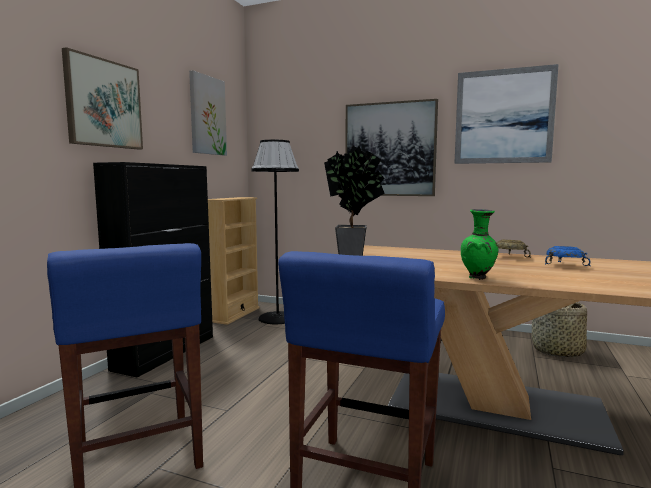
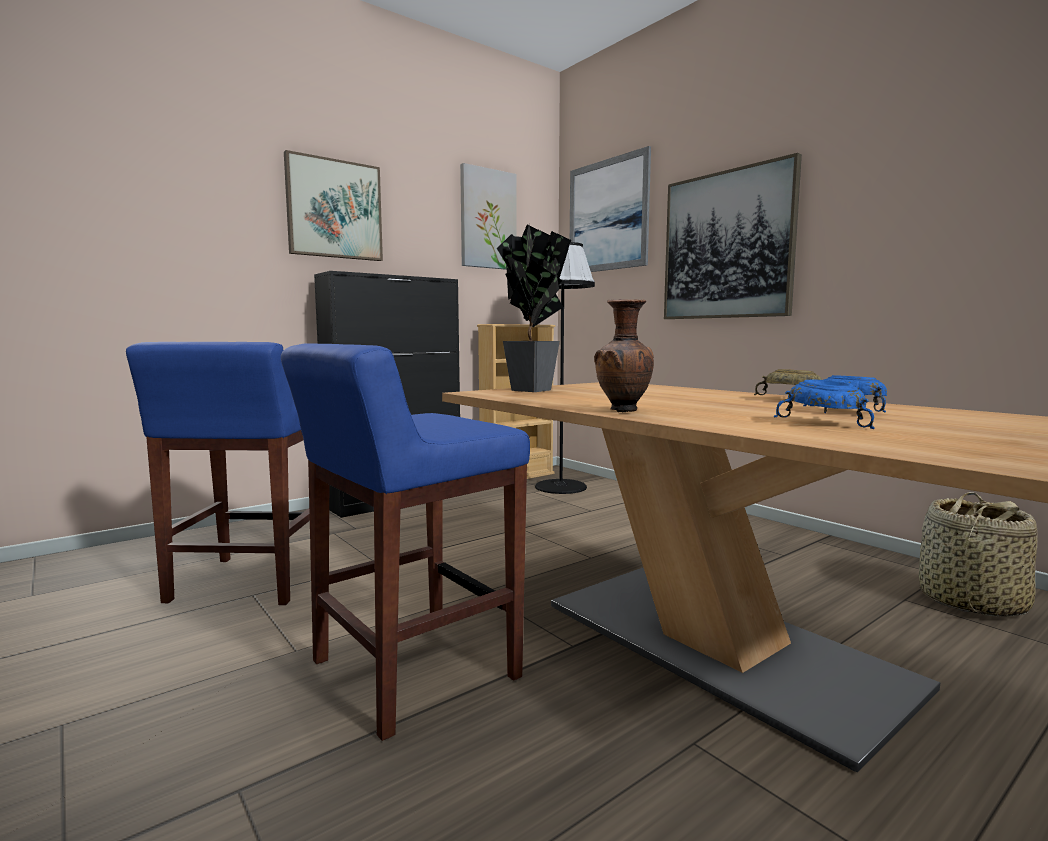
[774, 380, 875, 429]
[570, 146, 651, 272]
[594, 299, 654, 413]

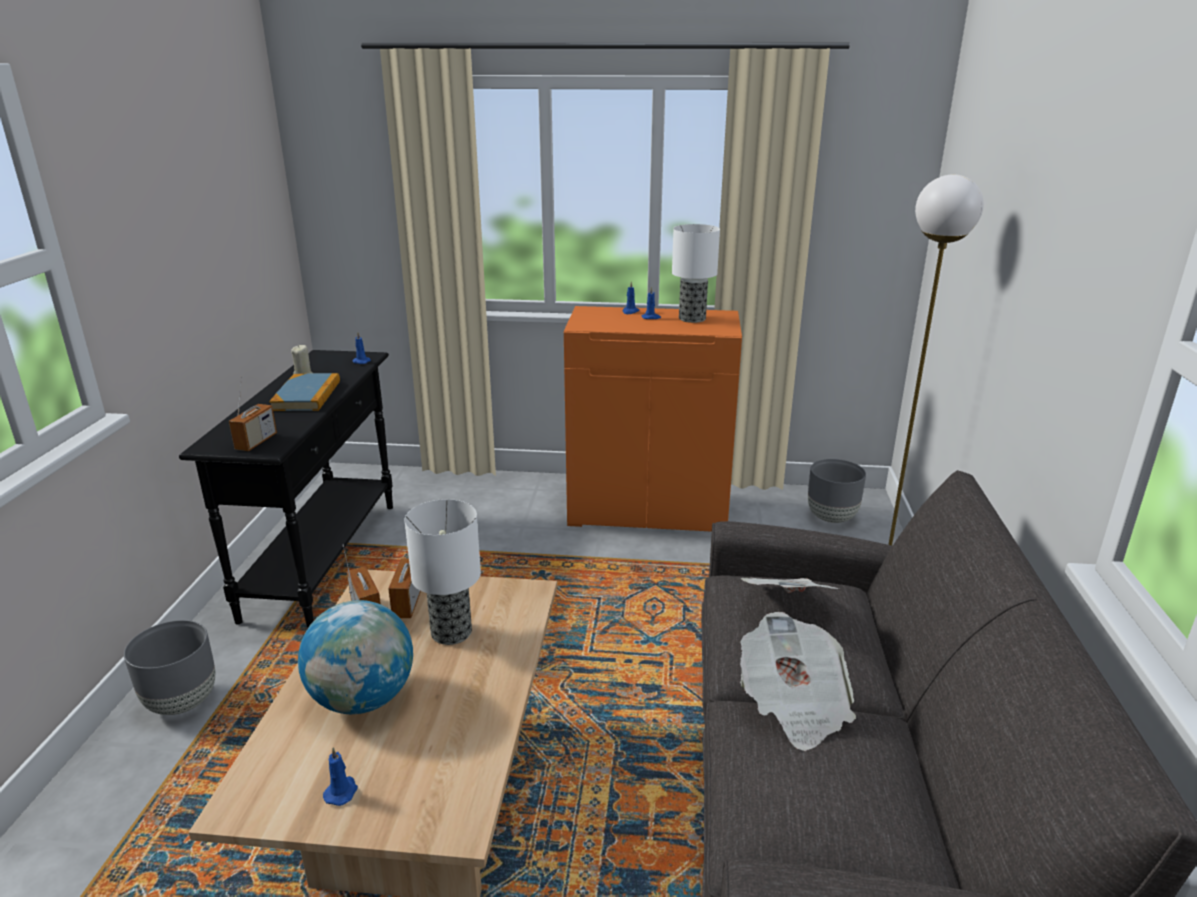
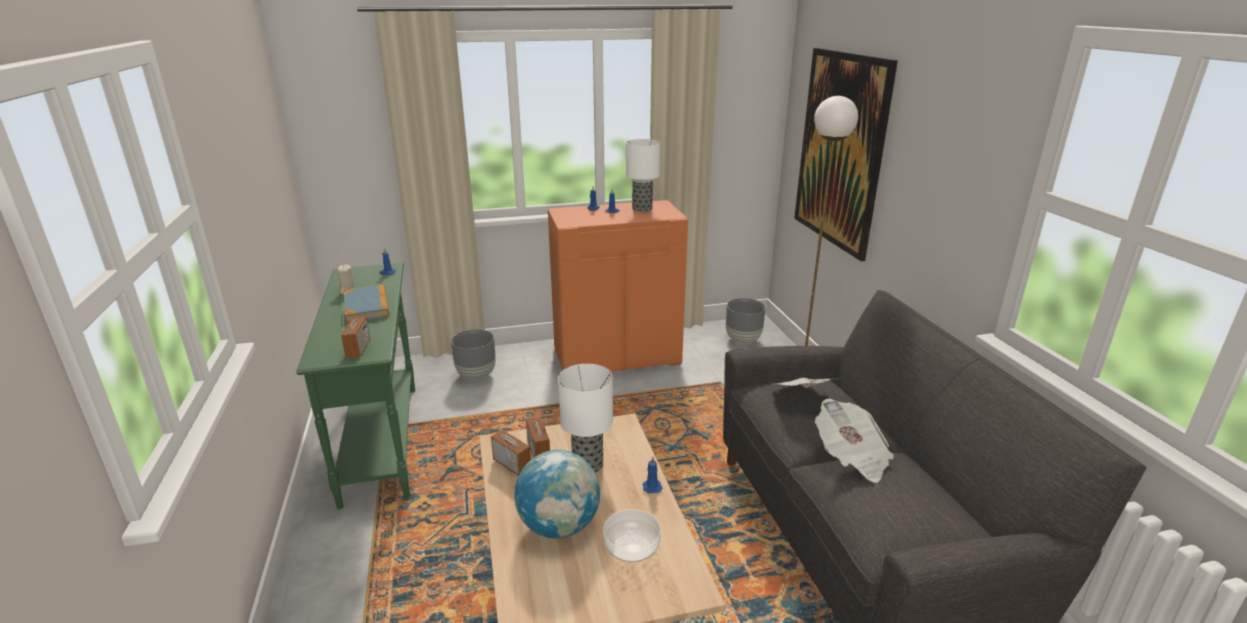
[603, 509, 661, 562]
[794, 48, 898, 261]
[451, 329, 496, 380]
[643, 457, 662, 494]
[296, 263, 415, 509]

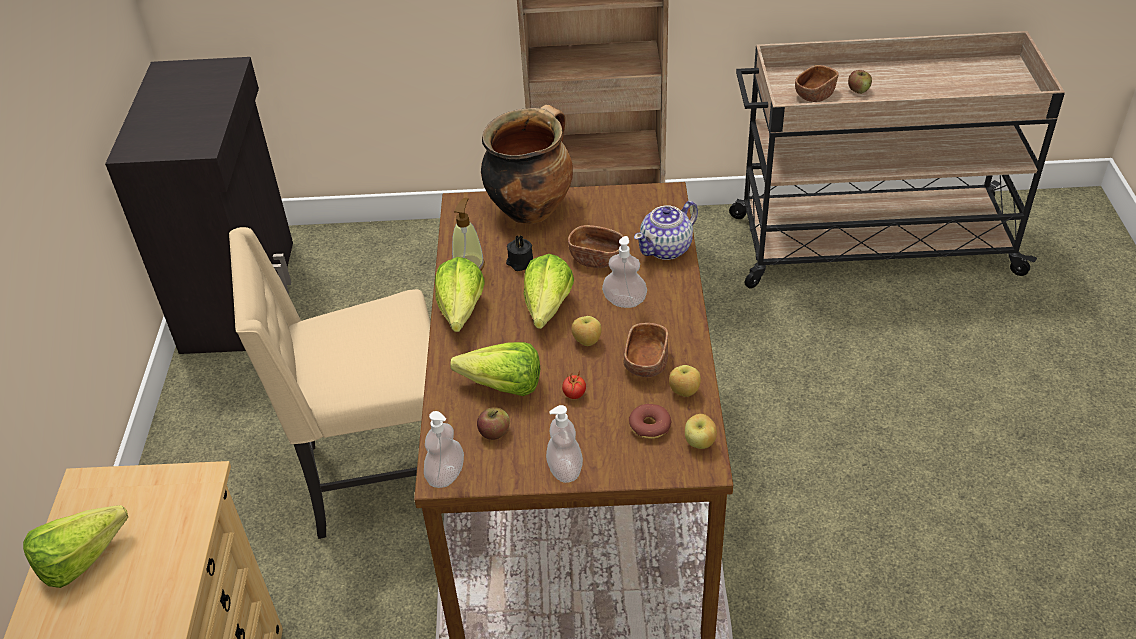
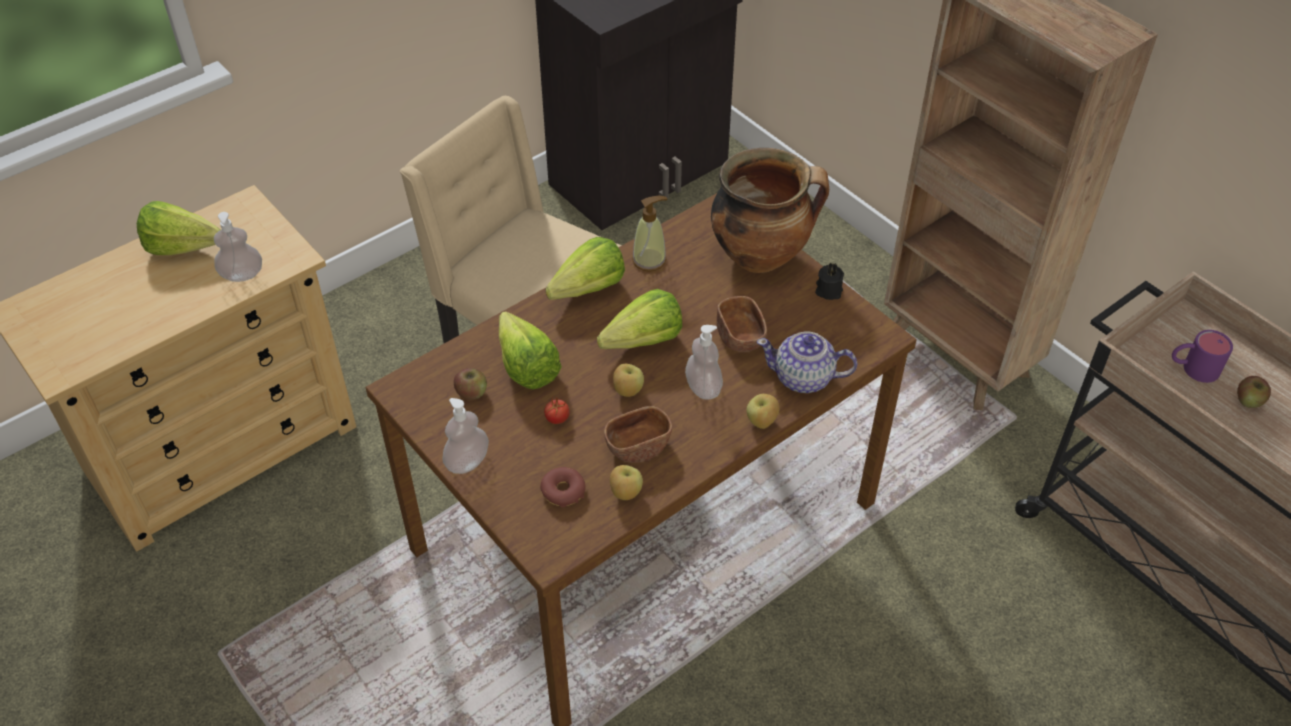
[214, 212, 262, 282]
[815, 263, 844, 300]
[747, 394, 780, 429]
[1172, 330, 1233, 383]

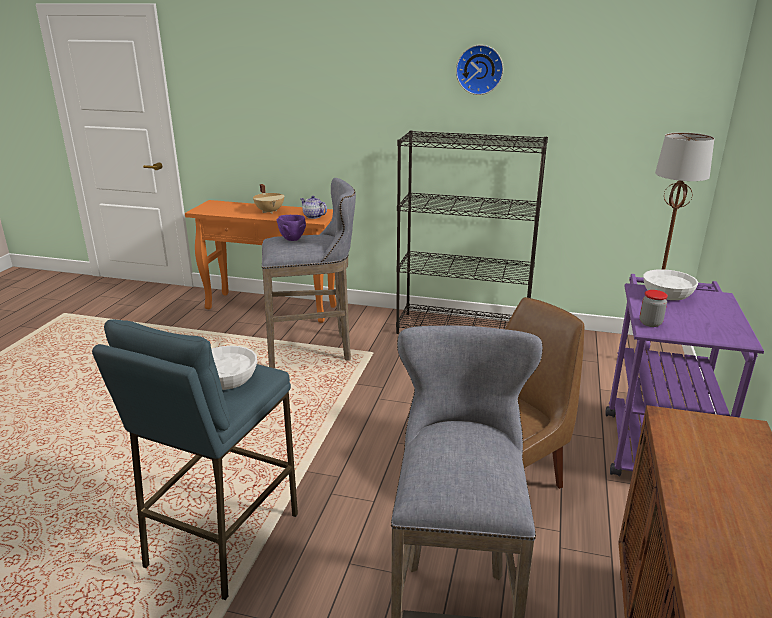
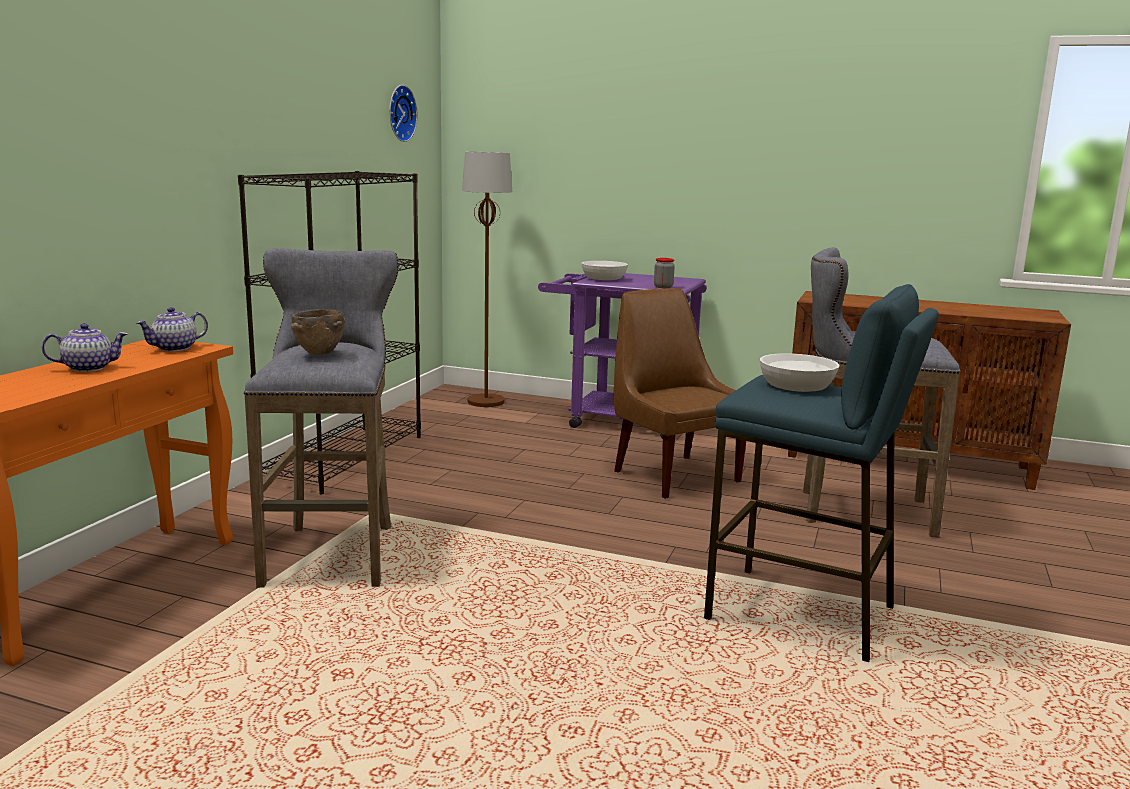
[389, 85, 418, 142]
[42, 323, 128, 372]
[291, 309, 345, 355]

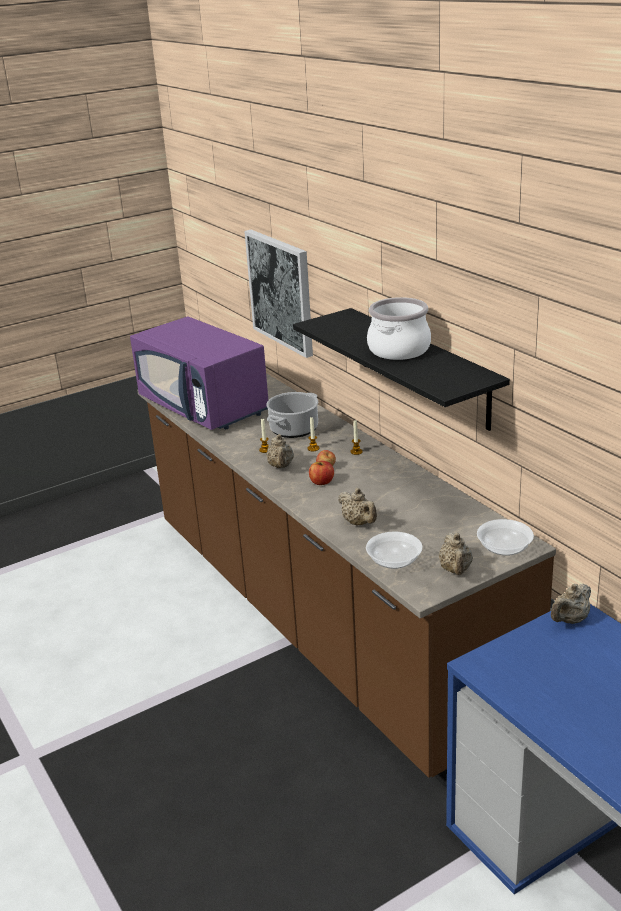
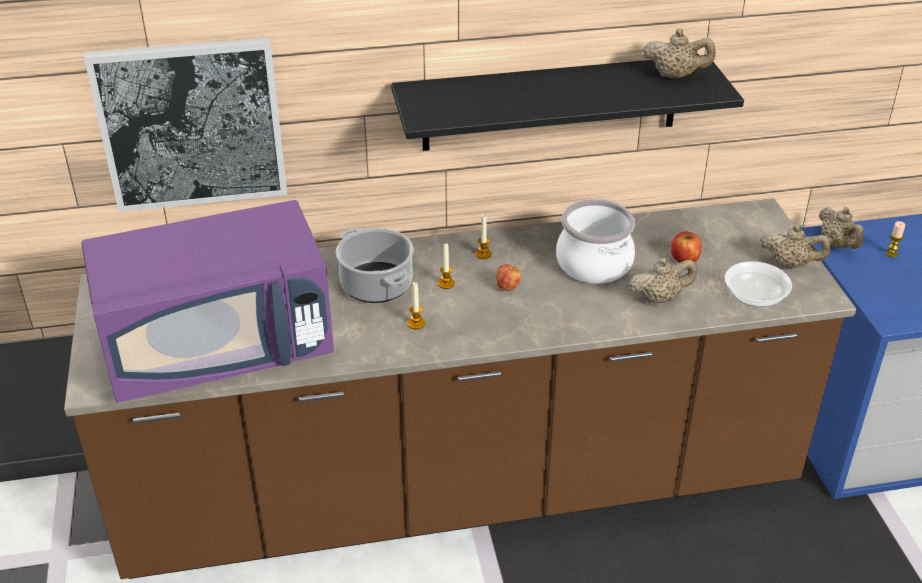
[477, 519, 534, 556] (first image)
[885, 221, 905, 257]
[642, 29, 716, 79]
[671, 231, 702, 263]
[556, 199, 635, 284]

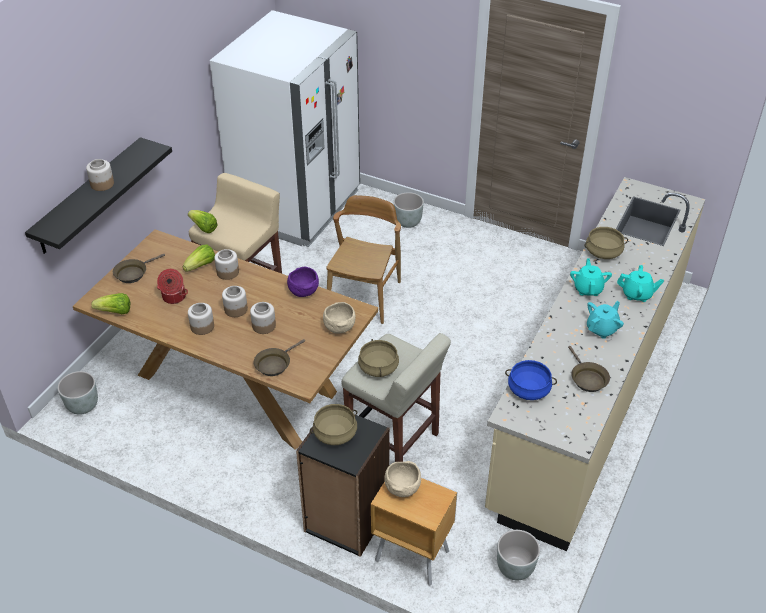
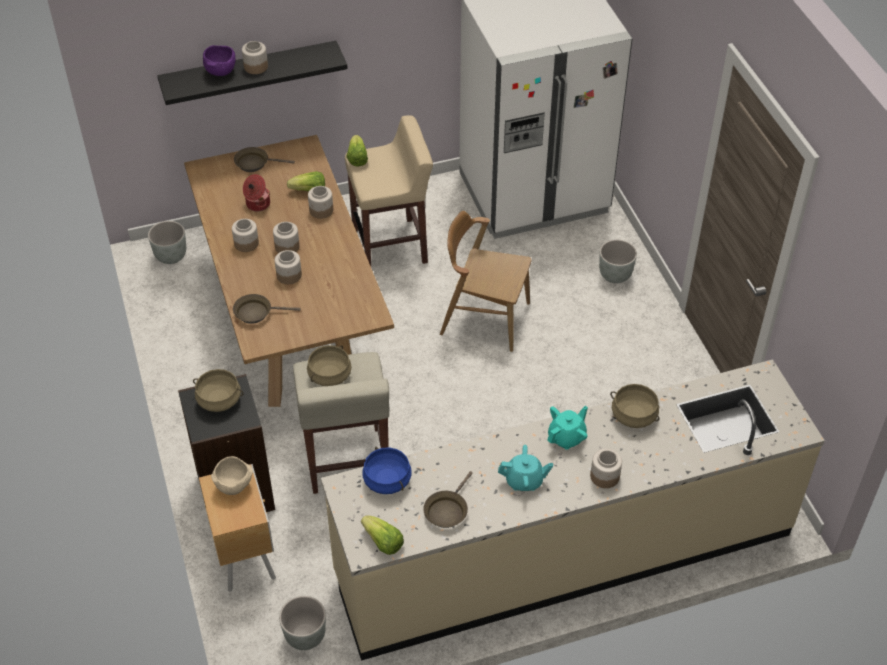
[323, 302, 356, 333] (first image)
[361, 515, 404, 555]
[203, 45, 236, 76]
[590, 449, 622, 488]
[440, 211, 532, 352]

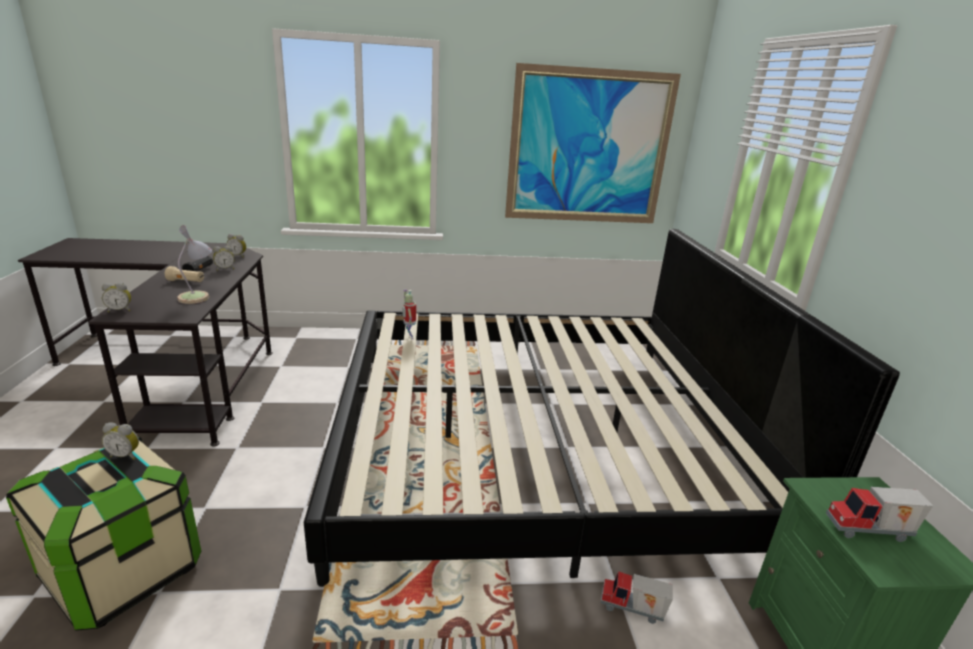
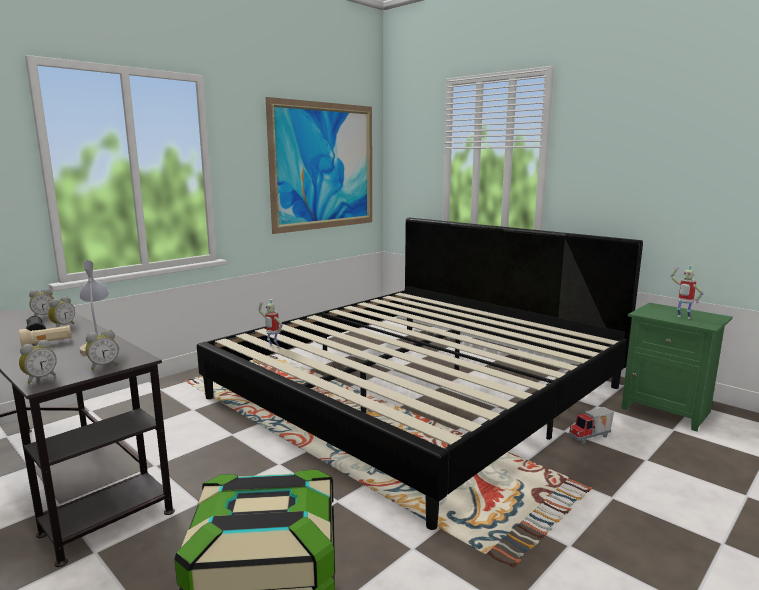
[85, 330, 119, 370]
[671, 265, 703, 319]

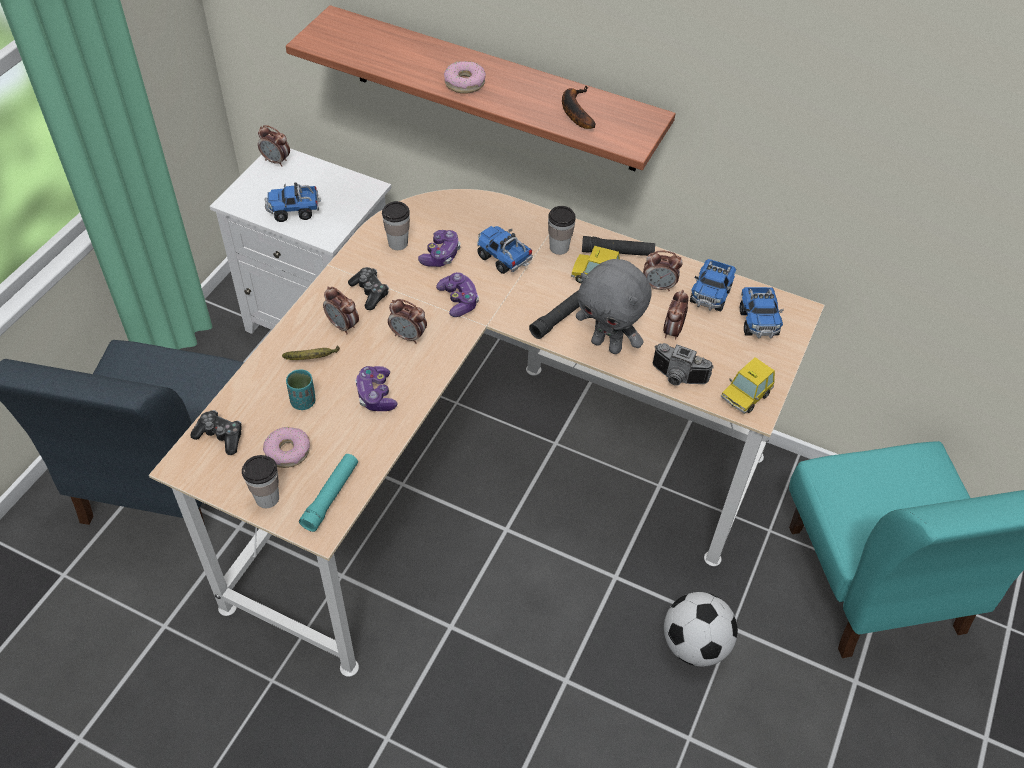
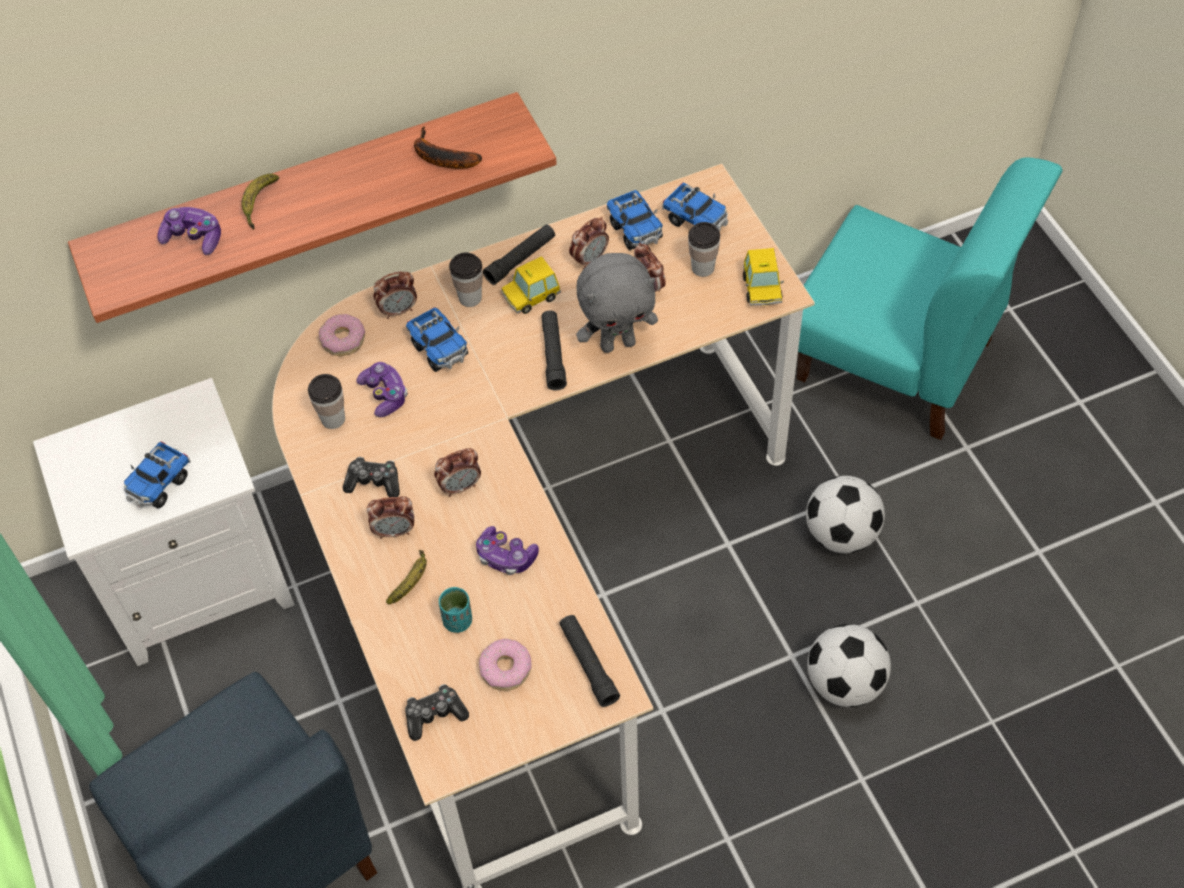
[653, 343, 714, 386] (first image)
[241, 174, 280, 230]
[807, 624, 891, 707]
[688, 222, 720, 277]
[374, 271, 417, 319]
[157, 207, 221, 255]
[319, 314, 365, 356]
[559, 615, 620, 707]
[406, 307, 468, 372]

